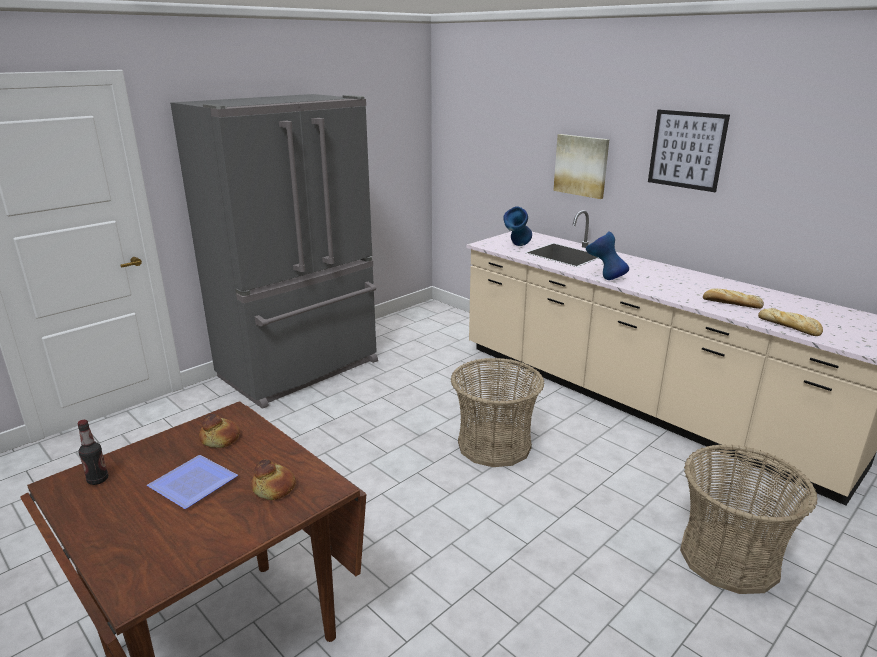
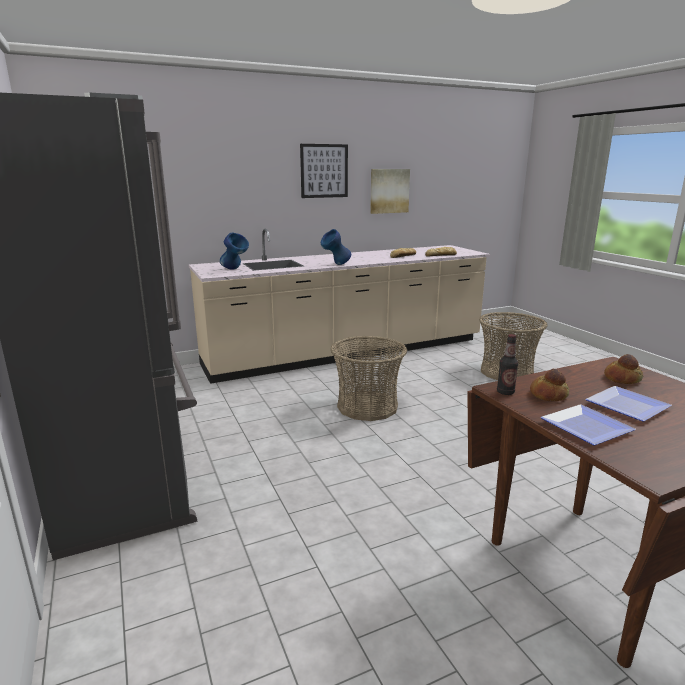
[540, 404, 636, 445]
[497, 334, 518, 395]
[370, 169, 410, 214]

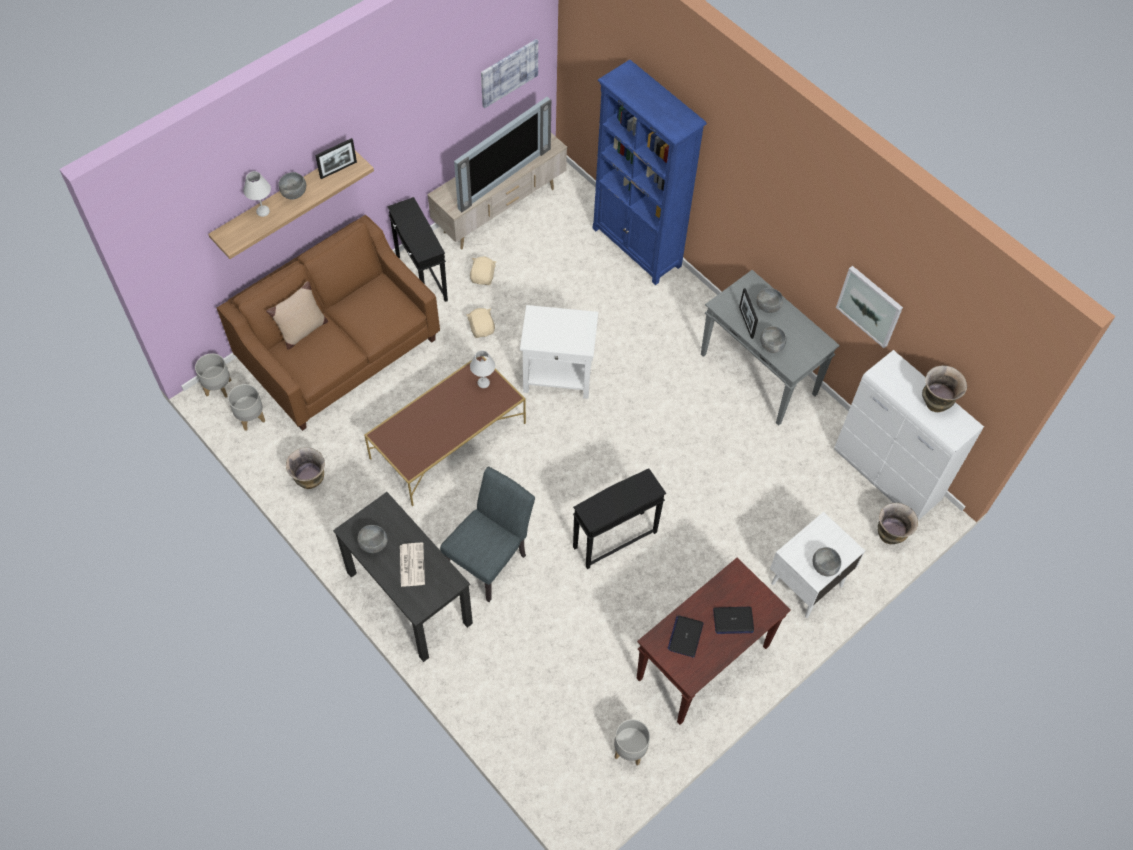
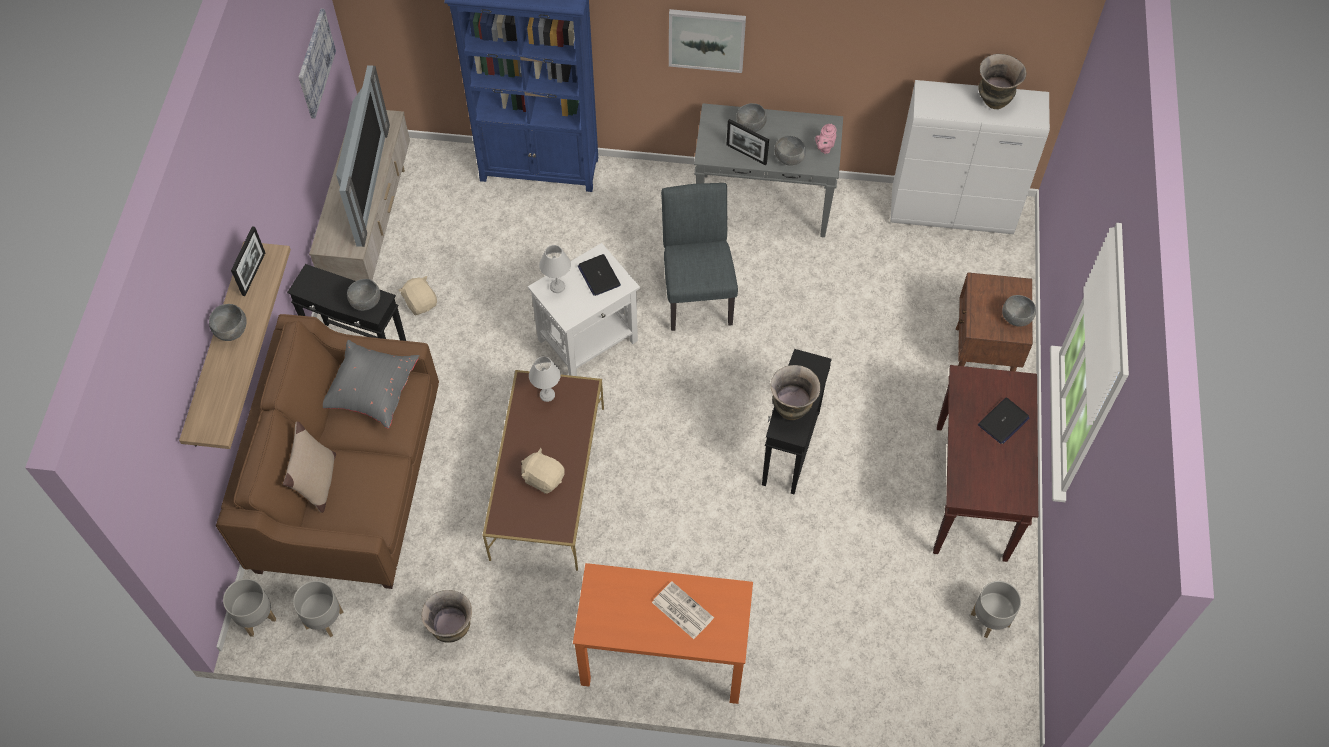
[323, 340, 420, 429]
[815, 124, 837, 154]
[539, 245, 571, 293]
[347, 279, 380, 311]
[661, 183, 738, 331]
[521, 448, 565, 494]
[578, 254, 621, 296]
[669, 9, 746, 73]
[771, 365, 820, 420]
[573, 563, 753, 704]
[956, 272, 1033, 372]

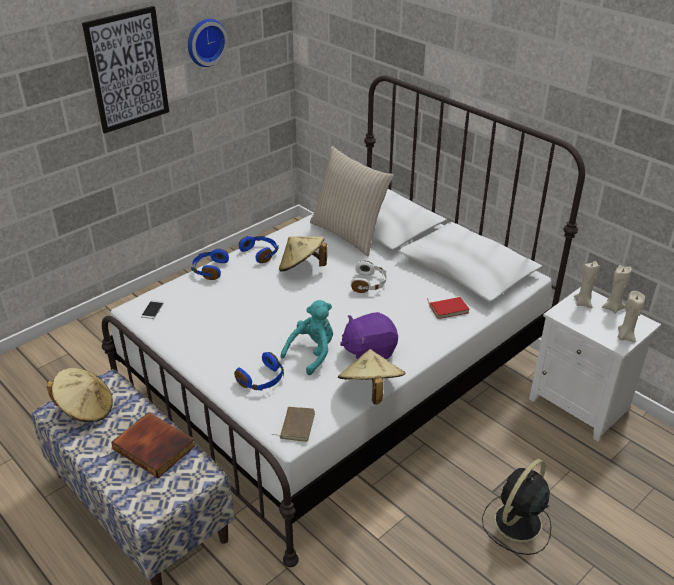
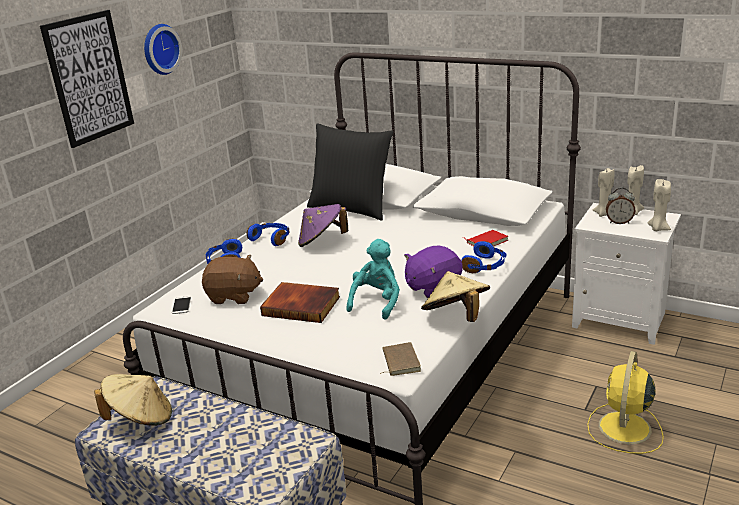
[351, 261, 386, 293] (first image)
[202, 255, 263, 304]
[606, 188, 635, 224]
[260, 282, 340, 323]
[461, 241, 506, 273]
[298, 204, 348, 247]
[307, 123, 393, 220]
[587, 351, 664, 454]

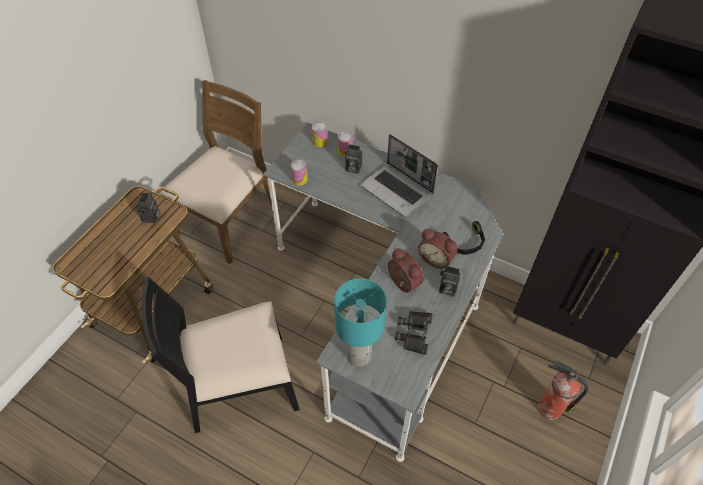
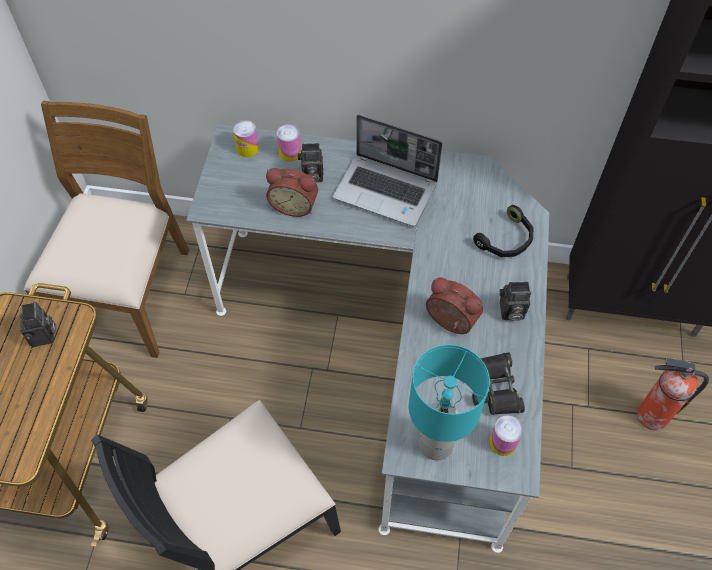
[489, 415, 523, 456]
[266, 168, 318, 217]

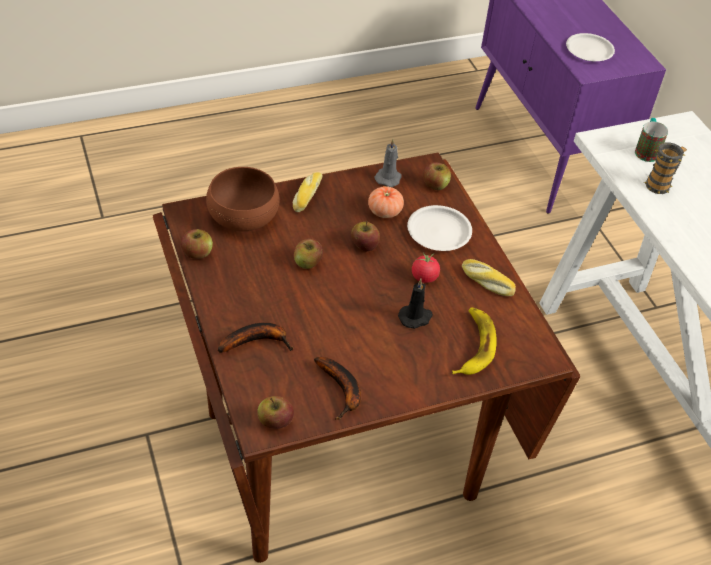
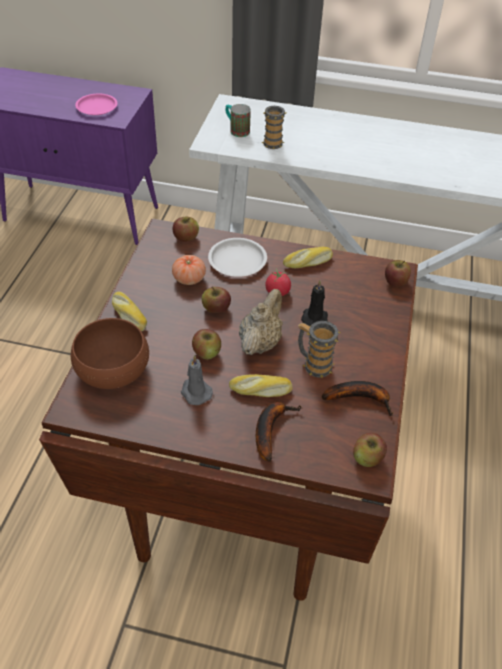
[452, 307, 497, 375] (first image)
[229, 374, 293, 397]
[239, 289, 283, 355]
[298, 321, 341, 378]
[385, 260, 411, 287]
[181, 355, 213, 405]
[75, 94, 117, 115]

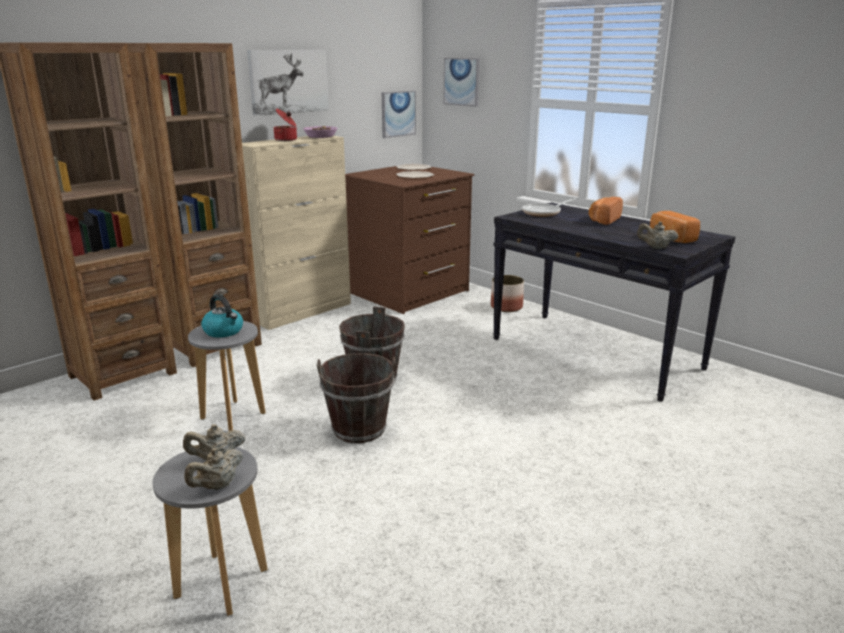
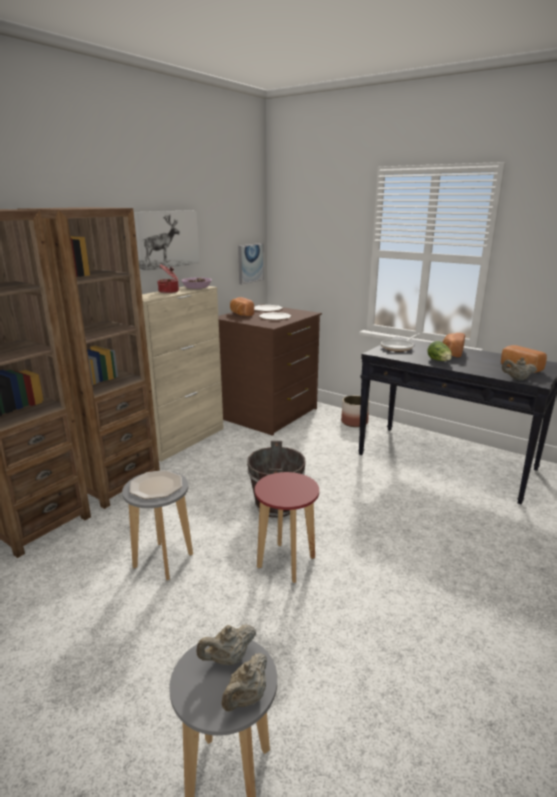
[443, 58, 480, 107] (first image)
[230, 297, 254, 316]
[427, 341, 452, 361]
[129, 470, 182, 499]
[255, 472, 319, 583]

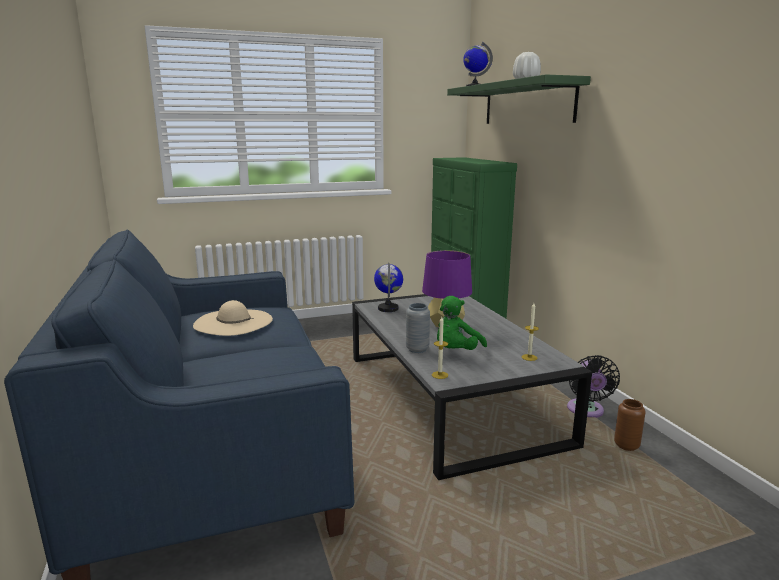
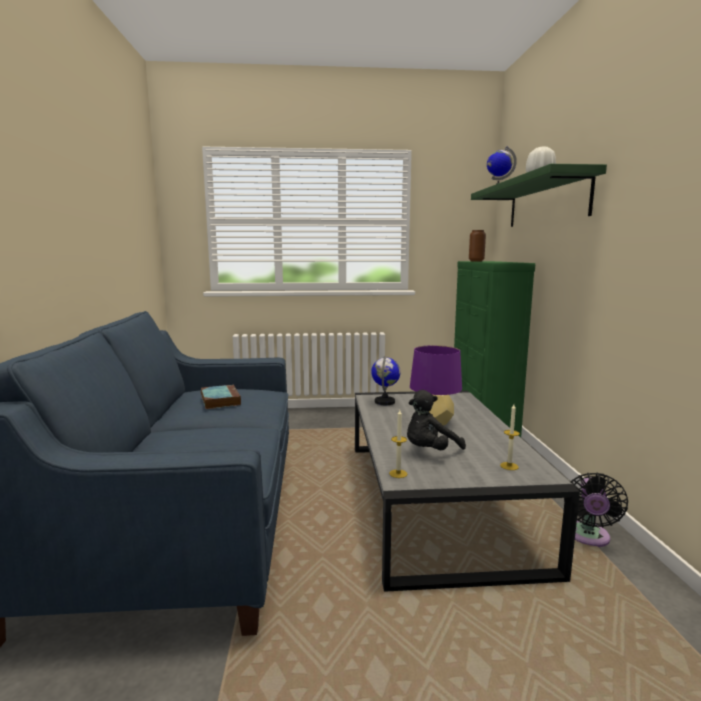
[406, 303, 430, 353] (first image)
[469, 230, 486, 262]
[201, 385, 241, 409]
[407, 390, 466, 450]

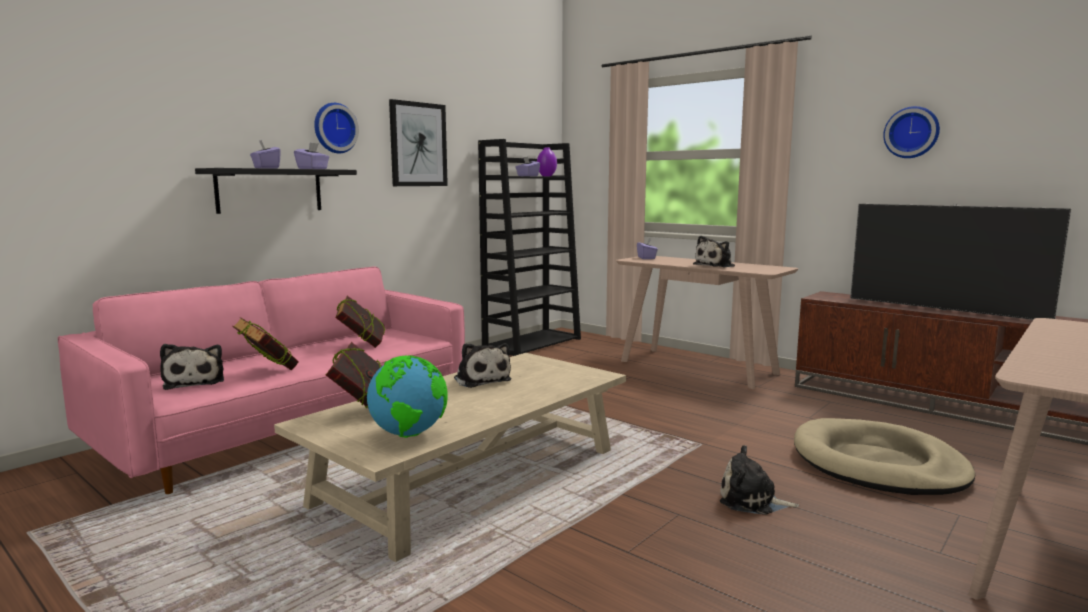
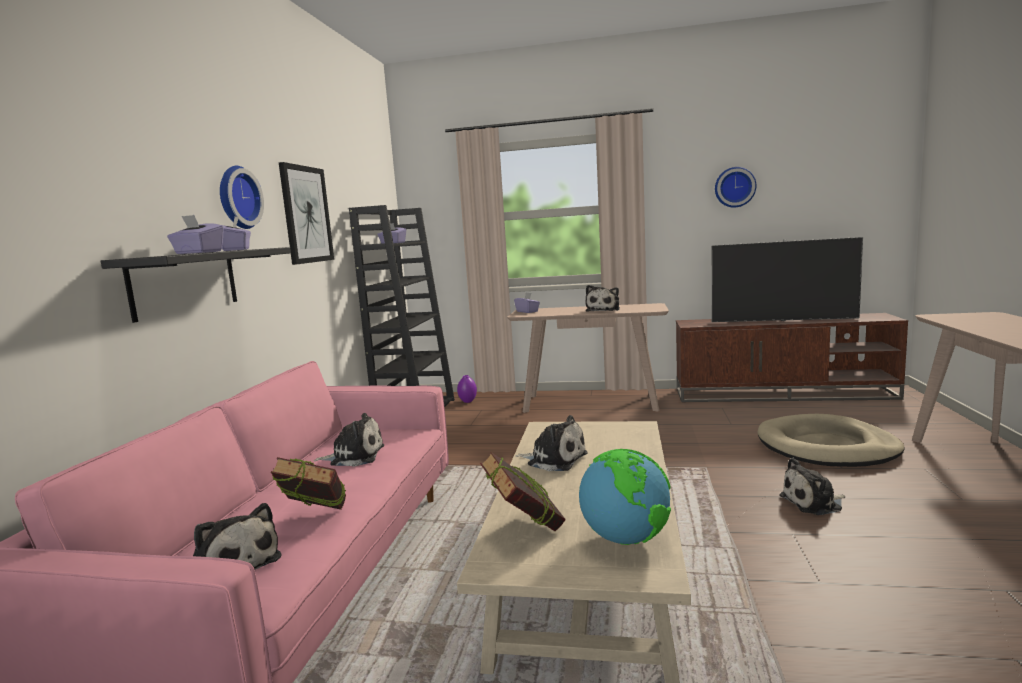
[457, 375, 477, 403]
[314, 413, 384, 467]

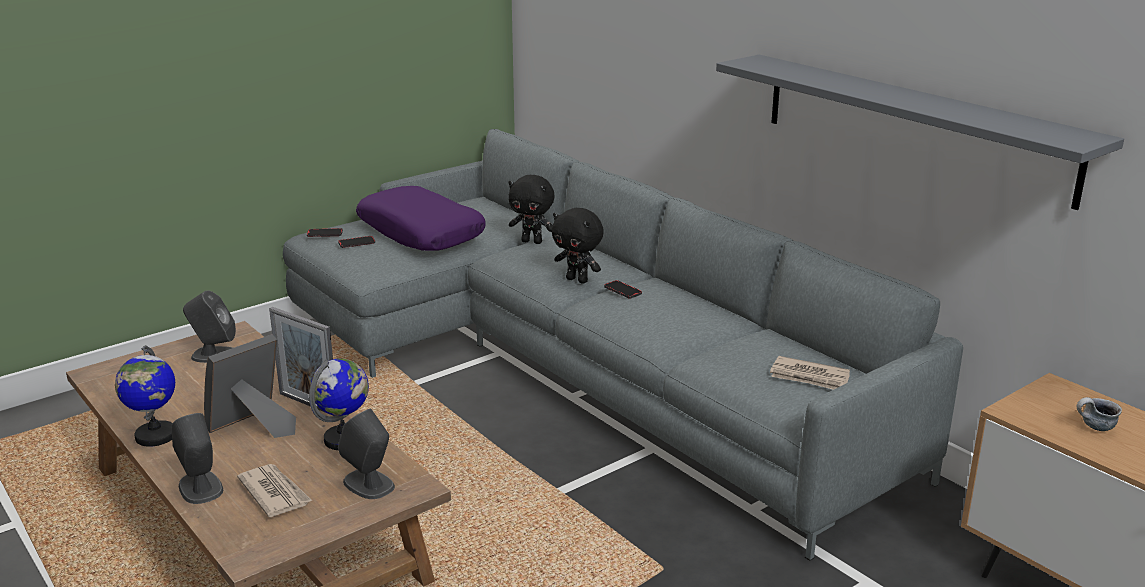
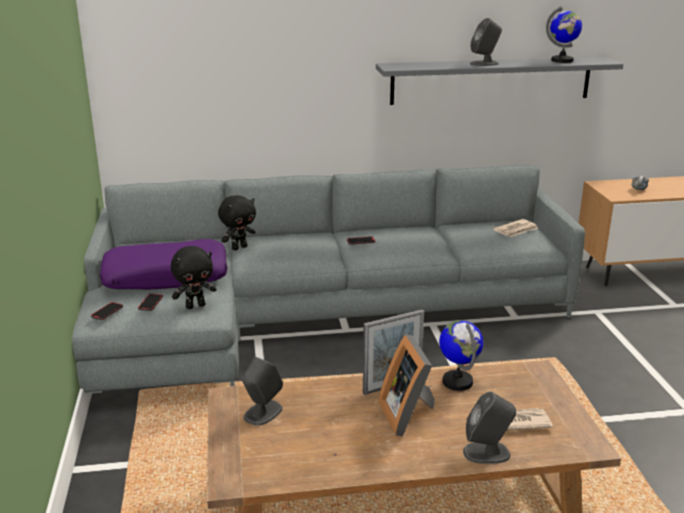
[546, 6, 582, 63]
[470, 18, 502, 66]
[171, 246, 217, 309]

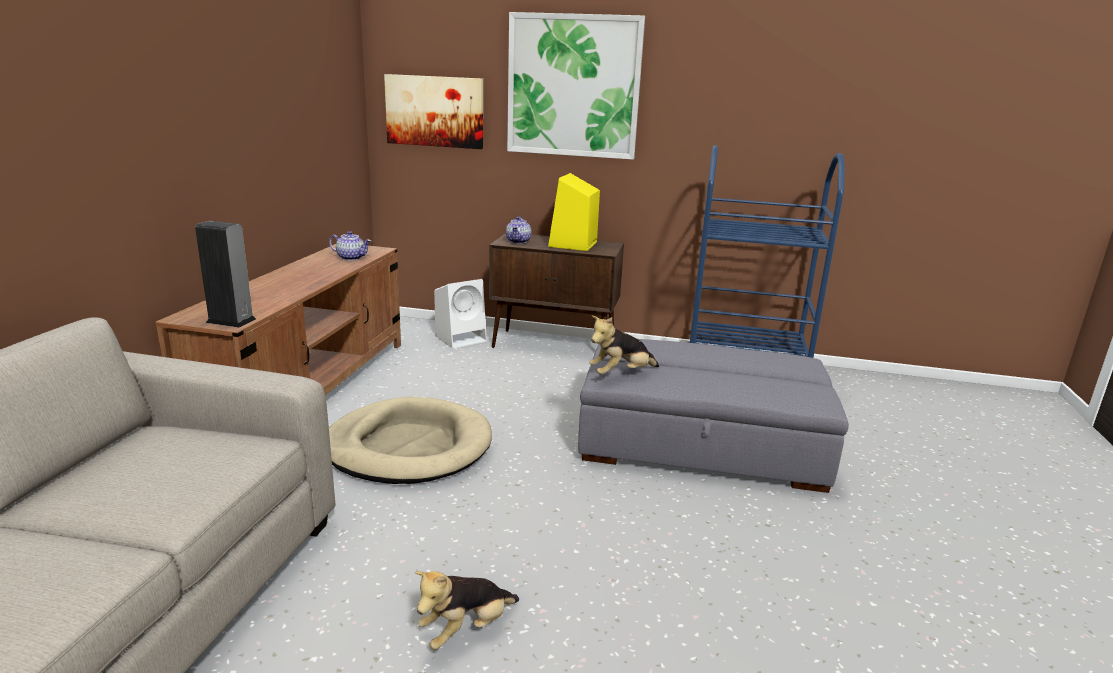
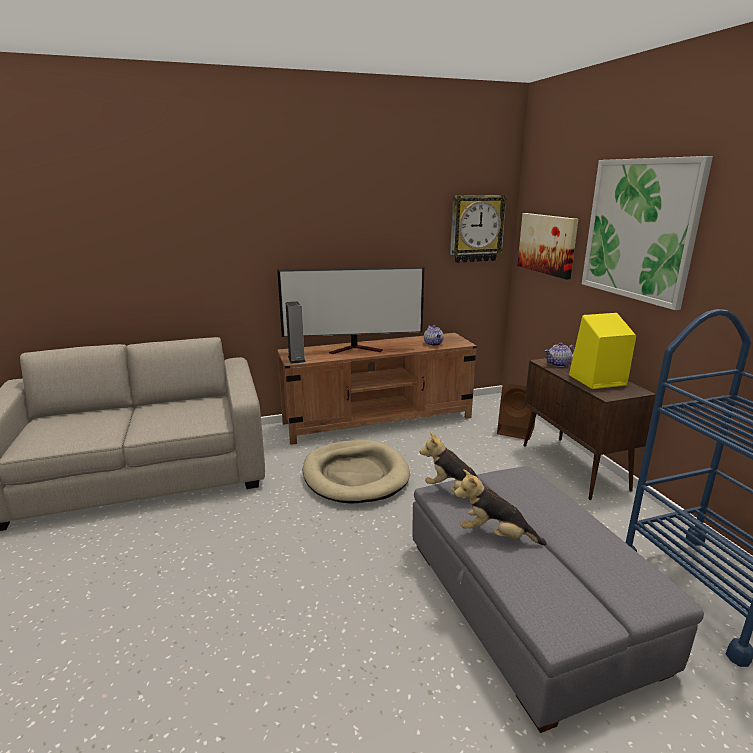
[277, 267, 425, 354]
[450, 195, 508, 263]
[454, 469, 547, 545]
[497, 383, 535, 440]

